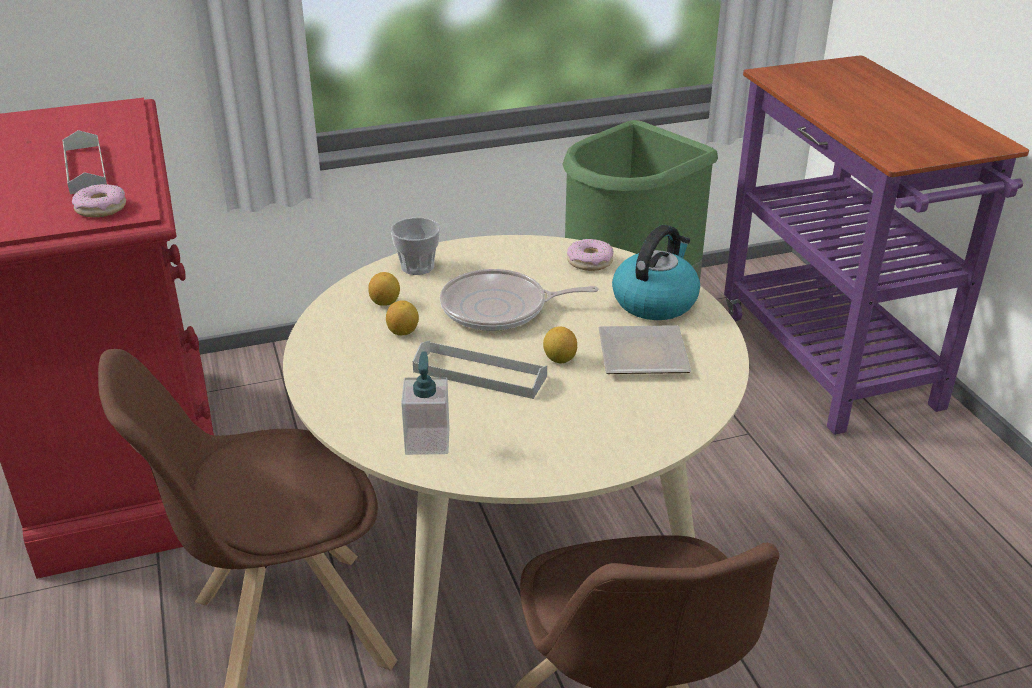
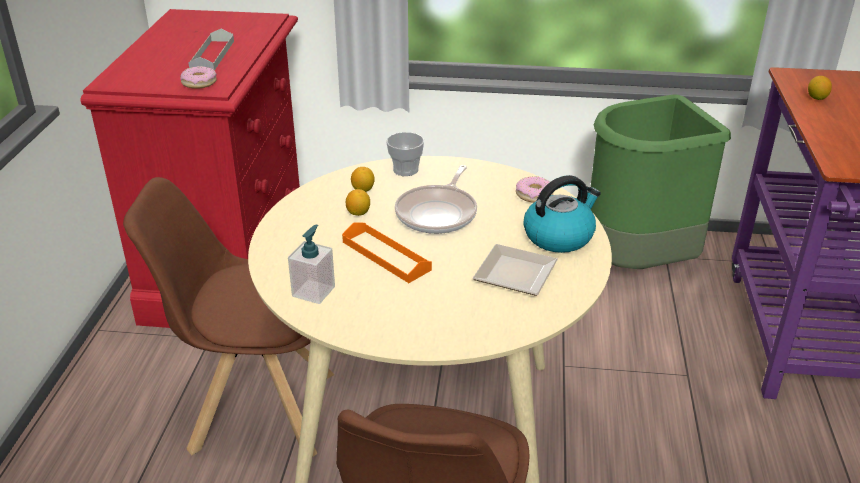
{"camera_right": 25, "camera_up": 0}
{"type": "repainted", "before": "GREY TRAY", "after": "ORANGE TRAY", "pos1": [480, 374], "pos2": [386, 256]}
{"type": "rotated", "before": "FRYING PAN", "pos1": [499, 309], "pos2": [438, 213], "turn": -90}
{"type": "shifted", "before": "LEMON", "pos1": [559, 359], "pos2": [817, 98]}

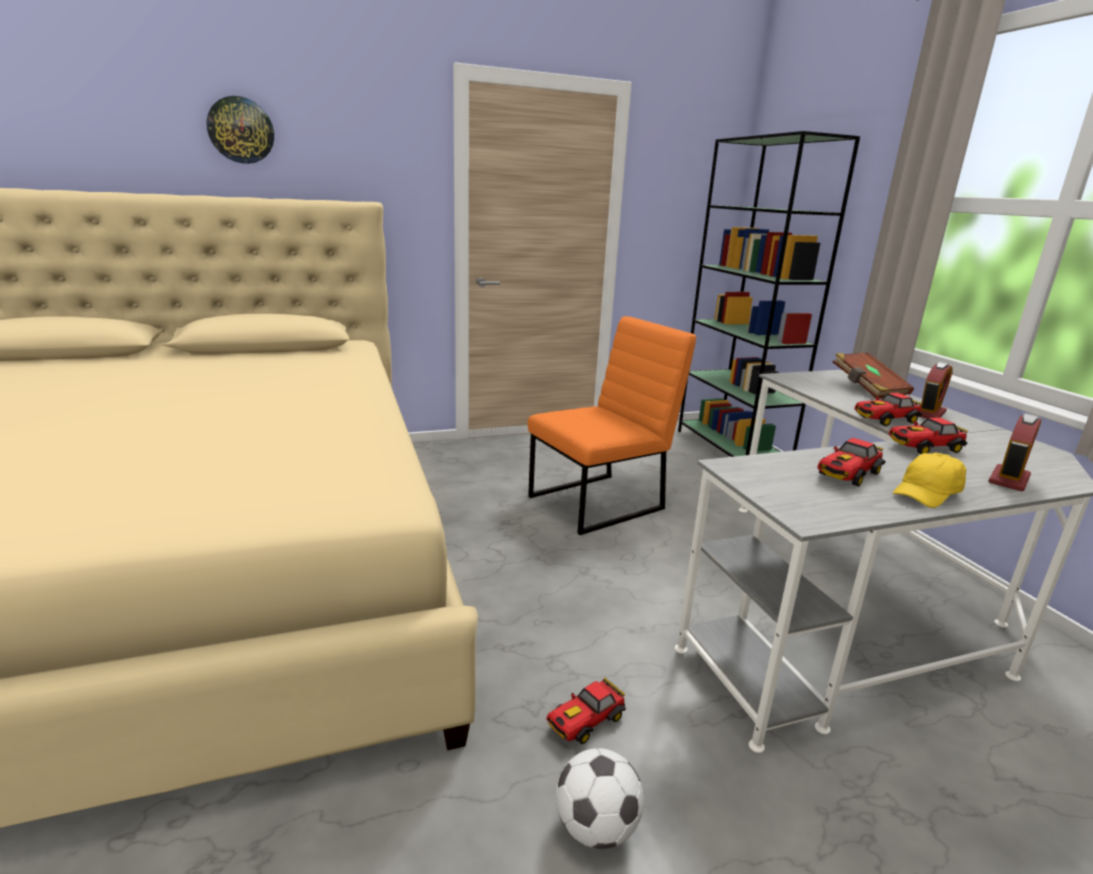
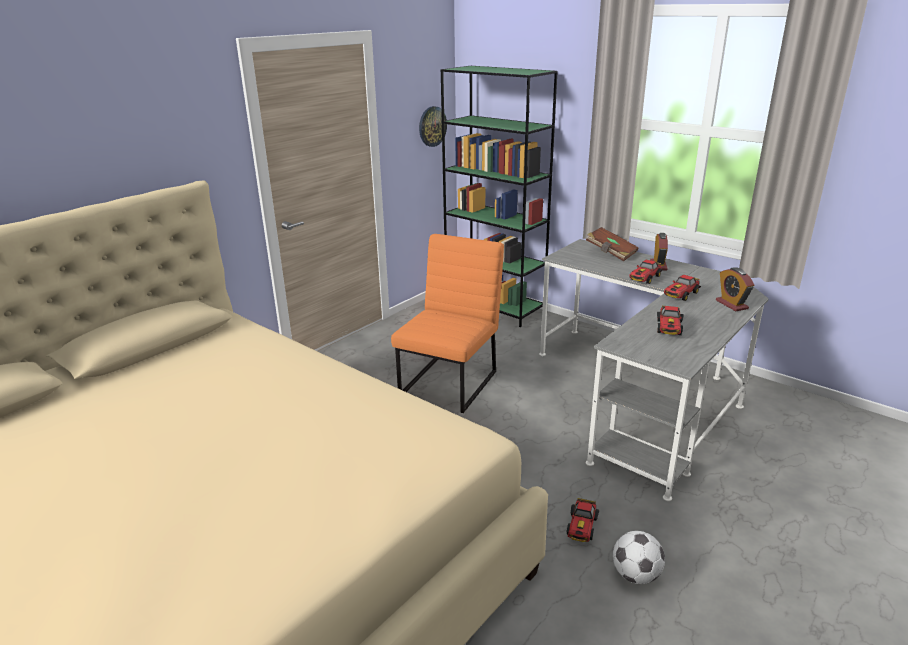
{"camera_right": -30, "camera_up": 5}
{"type": "shifted", "before": "WALL CLOCK", "pos1": [241, 130], "pos2": [432, 126]}
{"type": "rotated", "before": "ALARM CLOCK", "pos1": [1009, 479], "pos2": [731, 304], "turn": 150}
{"type": "gone", "before": "YELLOW CAP", "pos1": [927, 493]}

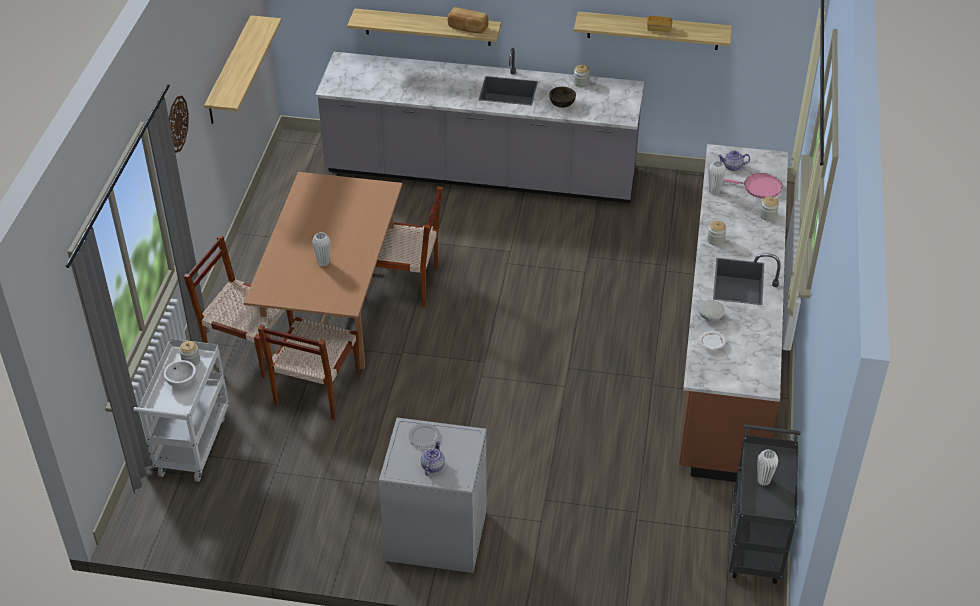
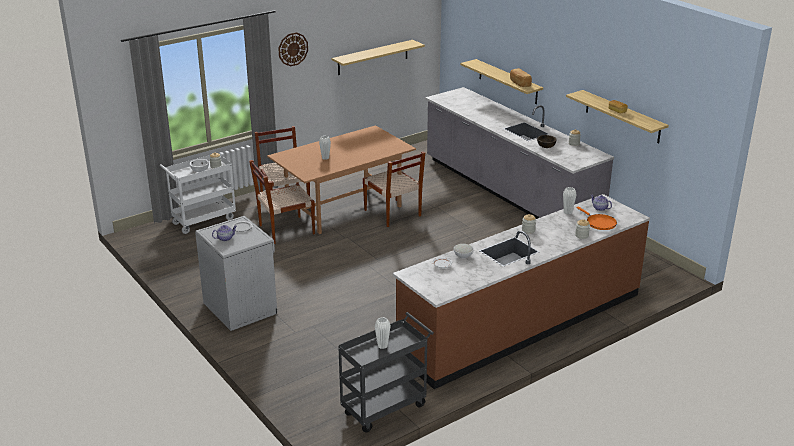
{"camera_right": 45, "camera_up": -15}
{"type": "repainted", "before": "PINK FRYING PAN", "after": "ORANGE FRYING PAN", "pos1": [759, 188], "pos2": [599, 223]}

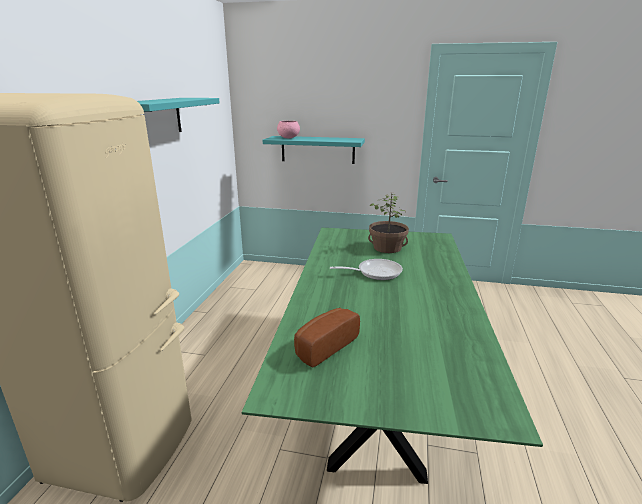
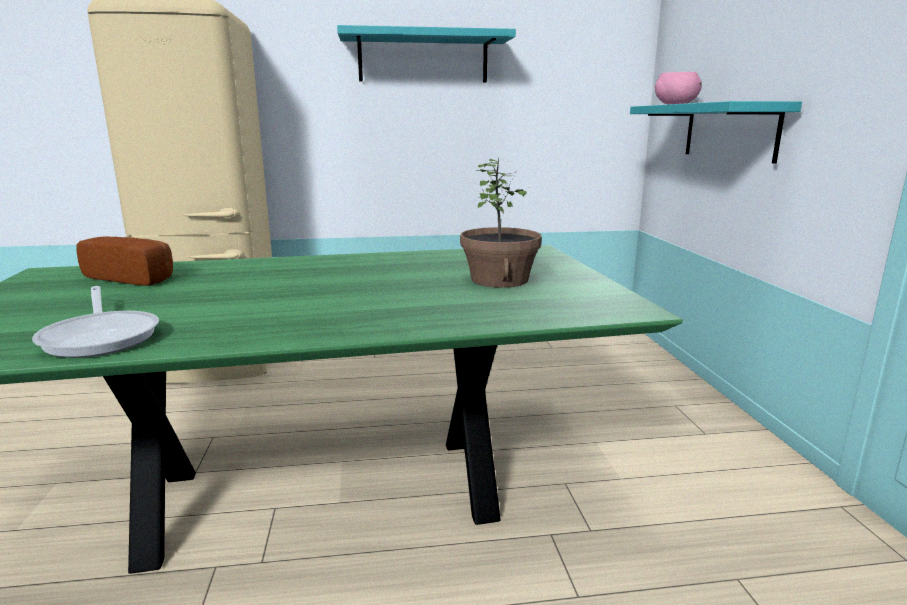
{"camera_right": 70, "camera_up": -5}
{"type": "shifted", "before": "FRYING PAN", "pos1": [375, 272], "pos2": [102, 337]}

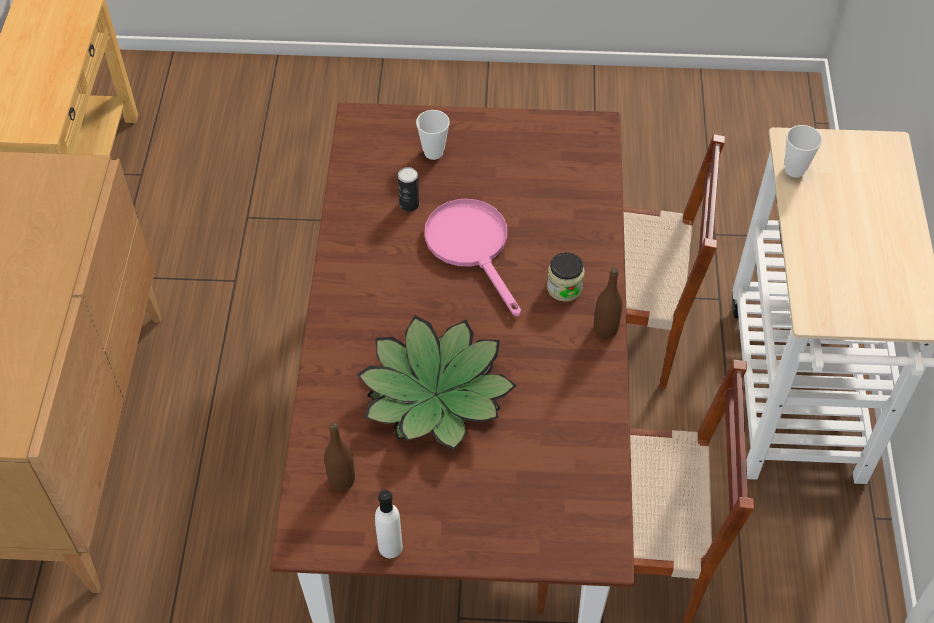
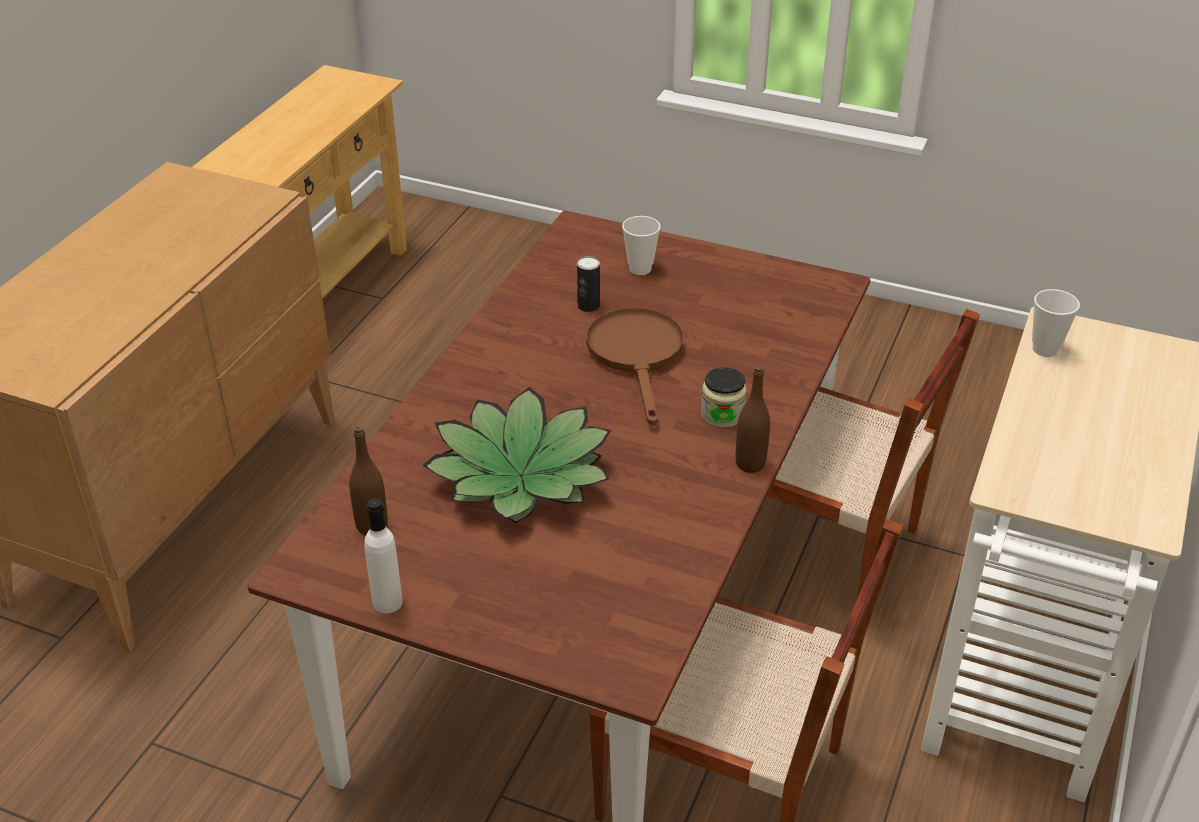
{"camera_right": 20, "camera_up": -15}
{"type": "repainted", "before": "PINK FRYING PAN", "after": "BROWN FRYING PAN", "pos1": [472, 246], "pos2": [637, 356]}

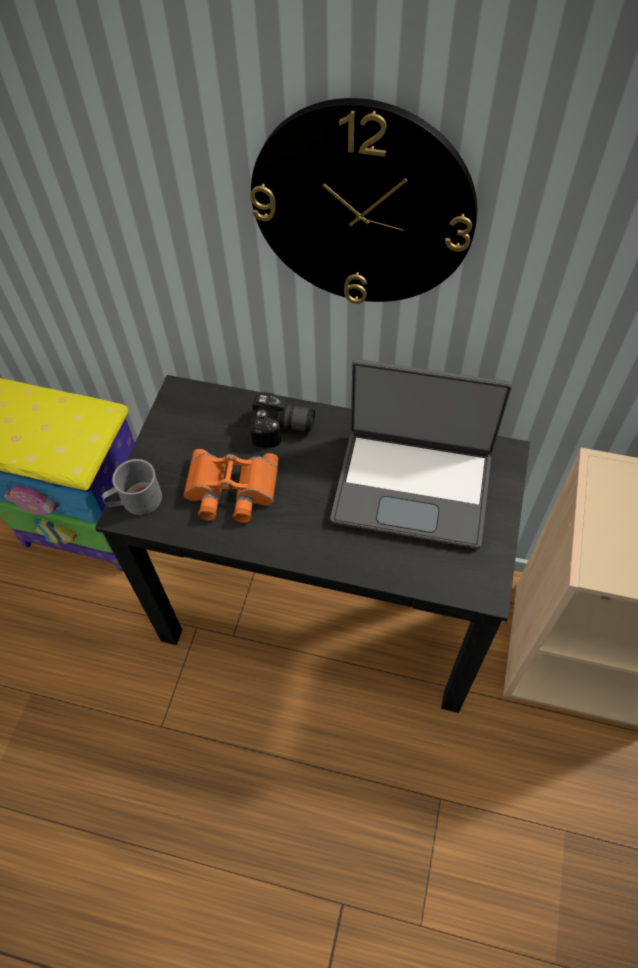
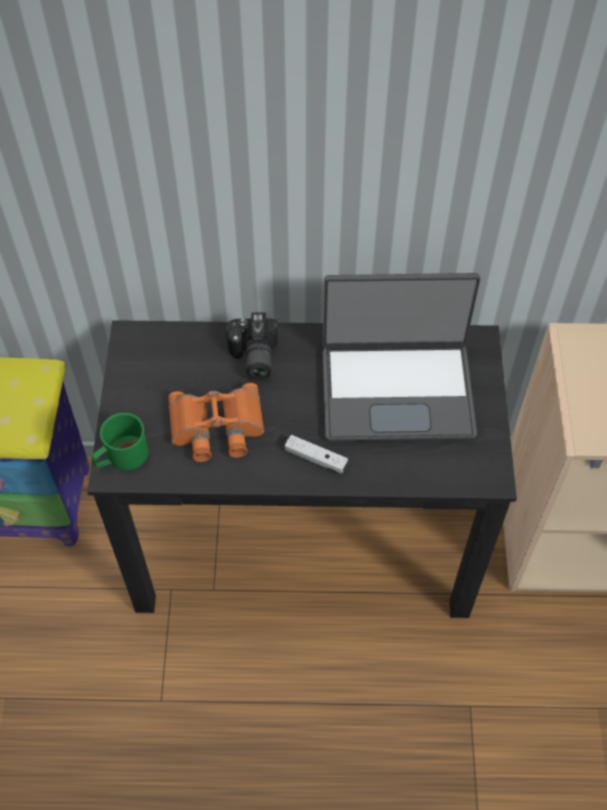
{"camera_right": -15, "camera_up": 0}
{"type": "repainted", "before": "GREY MUG", "after": "GREEN MUG", "pos1": [135, 501], "pos2": [121, 457]}
{"type": "rotated", "before": "PHOTO CAMERA", "pos1": [283, 430], "pos2": [252, 357], "turn": 90}
{"type": "new", "after": "WHITE GAME CONTROLLER", "pos2": [316, 458]}
{"type": "gone", "before": "WALL CLOCK", "pos1": [362, 208]}

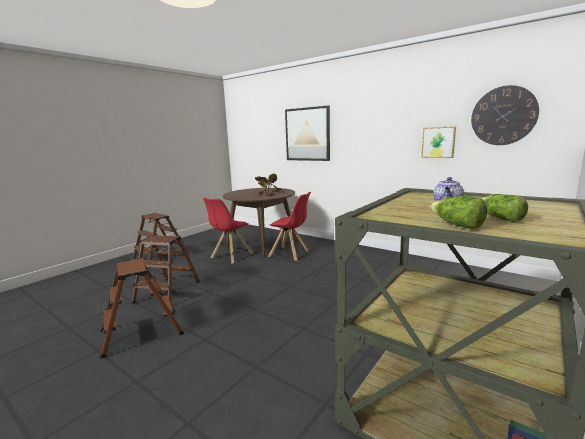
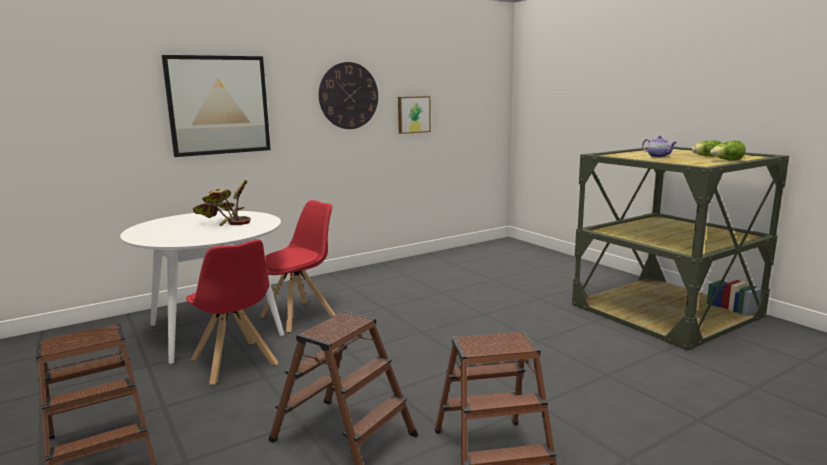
{"camera_right": -70, "camera_up": 0}
{"type": "repainted", "before": "BROWN DINING TABLE", "after": "WHITE DINING TABLE", "pos1": [262, 244], "pos2": [215, 330]}
{"type": "shifted", "before": "WALL CLOCK", "pos1": [503, 116], "pos2": [348, 96]}

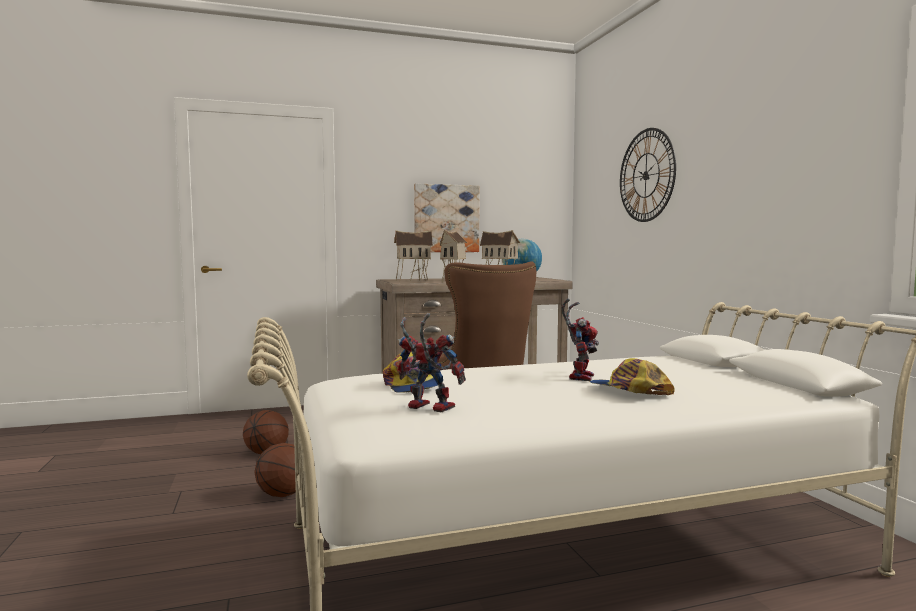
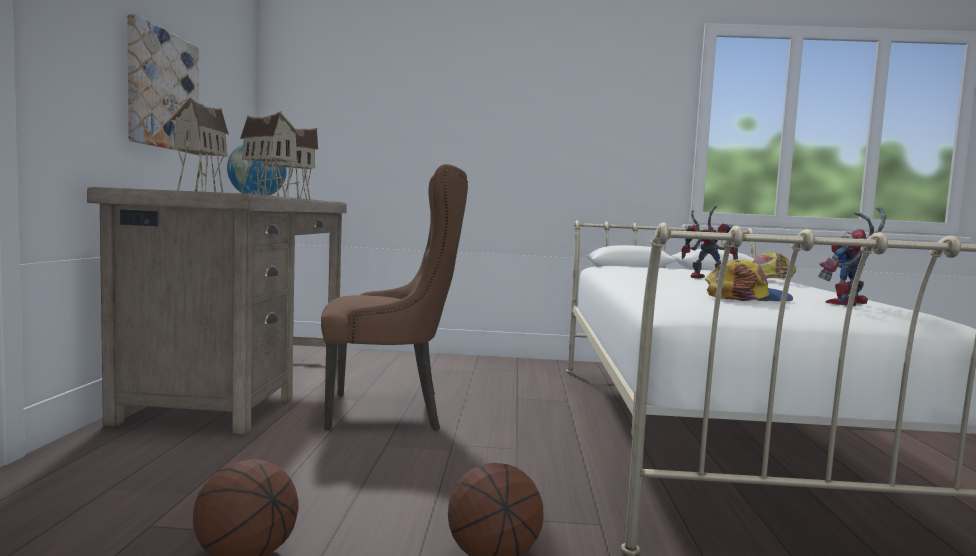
{"camera_right": -70, "camera_up": 0}
{"type": "gone", "before": "WALL CLOCK", "pos1": [646, 175]}

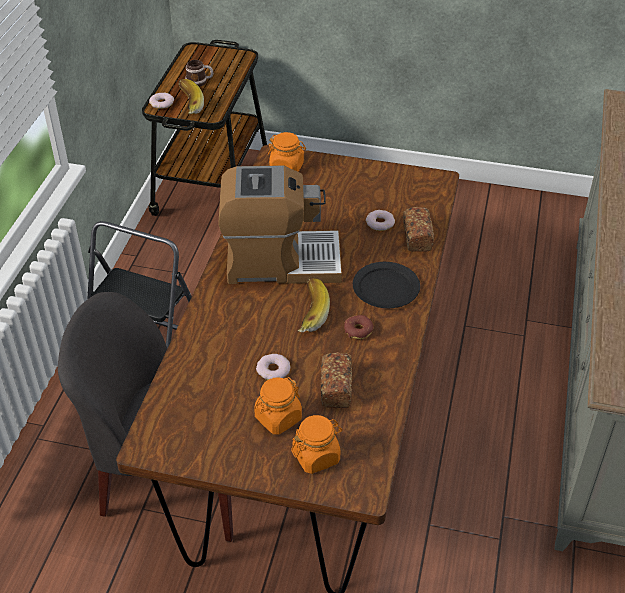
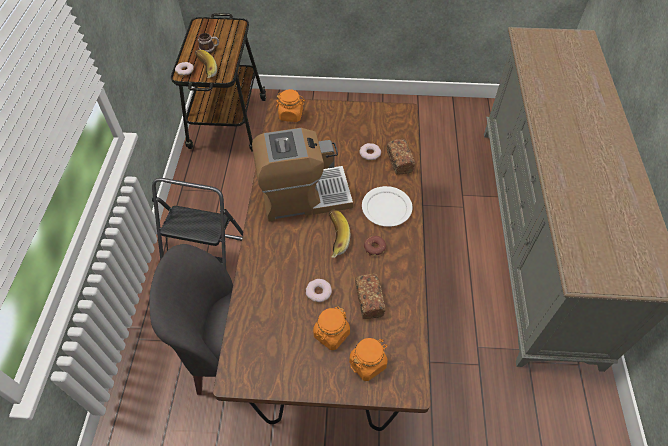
{"camera_right": -10, "camera_up": 10}
{"type": "repainted", "before": "BLACK PLATE", "after": "WHITE PLATE", "pos1": [385, 287], "pos2": [386, 208]}

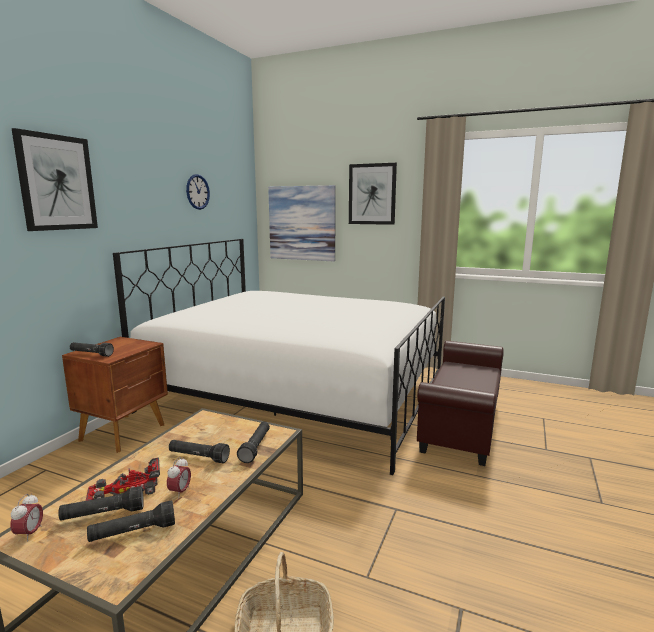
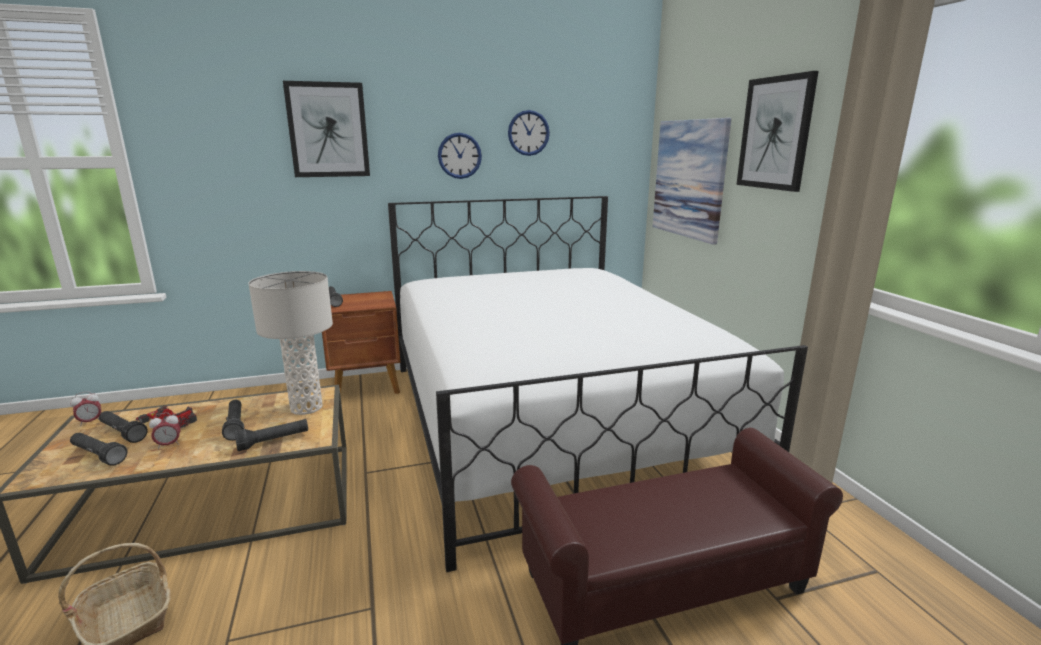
{"camera_right": 50, "camera_up": 5}
{"type": "new", "after": "WHITE TABLE LAMP", "pos2": [307, 407]}
{"type": "new", "after": "WALL CLOCK", "pos2": [459, 156]}

